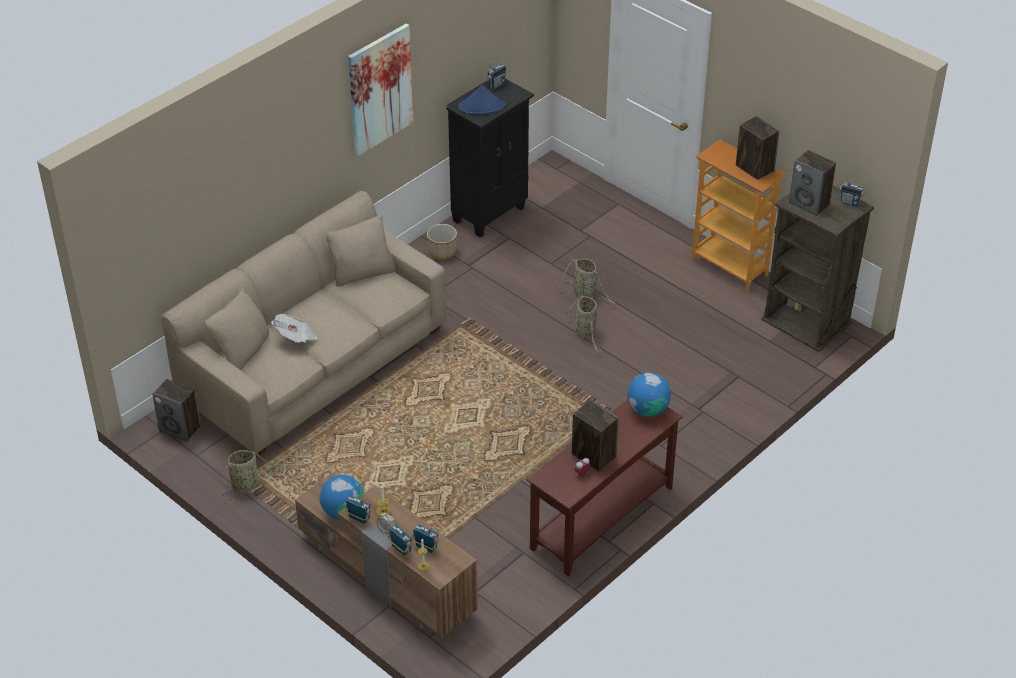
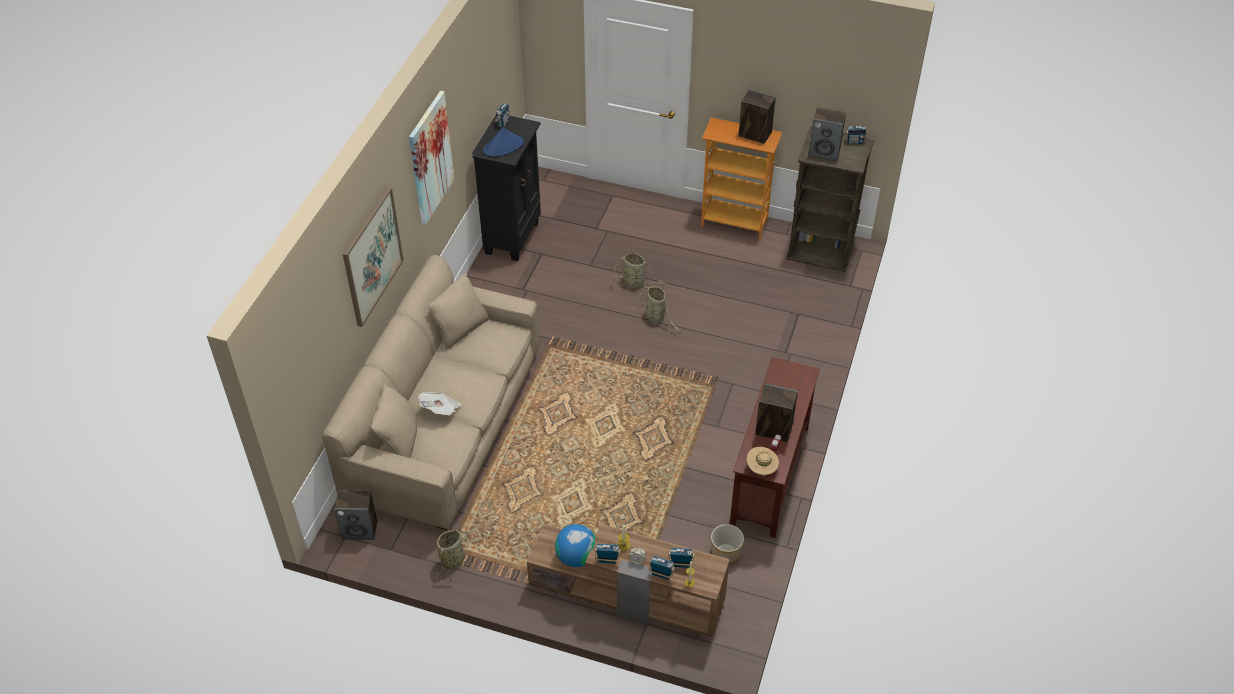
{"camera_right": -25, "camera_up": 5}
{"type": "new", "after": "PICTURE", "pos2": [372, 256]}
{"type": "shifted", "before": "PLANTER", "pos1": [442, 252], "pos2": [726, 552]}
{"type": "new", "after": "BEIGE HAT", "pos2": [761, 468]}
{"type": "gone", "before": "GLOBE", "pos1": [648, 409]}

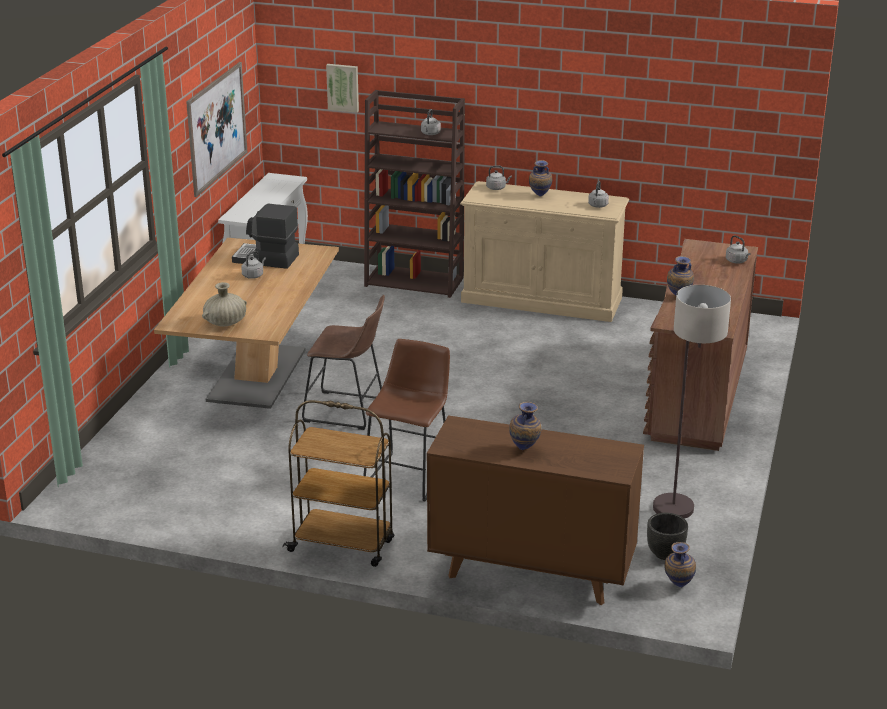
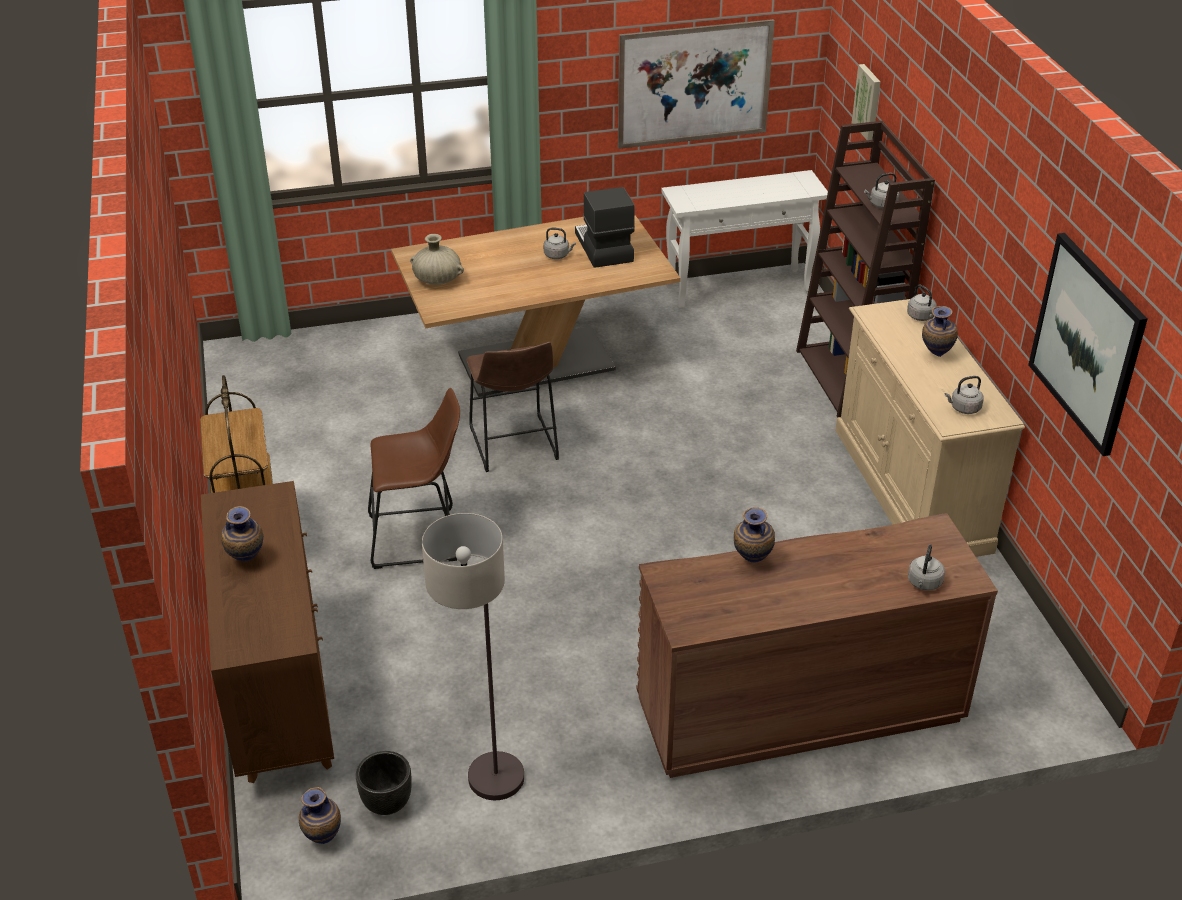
{"camera_right": 60, "camera_up": 10}
{"type": "new", "after": "PICTURE", "pos2": [1087, 343]}

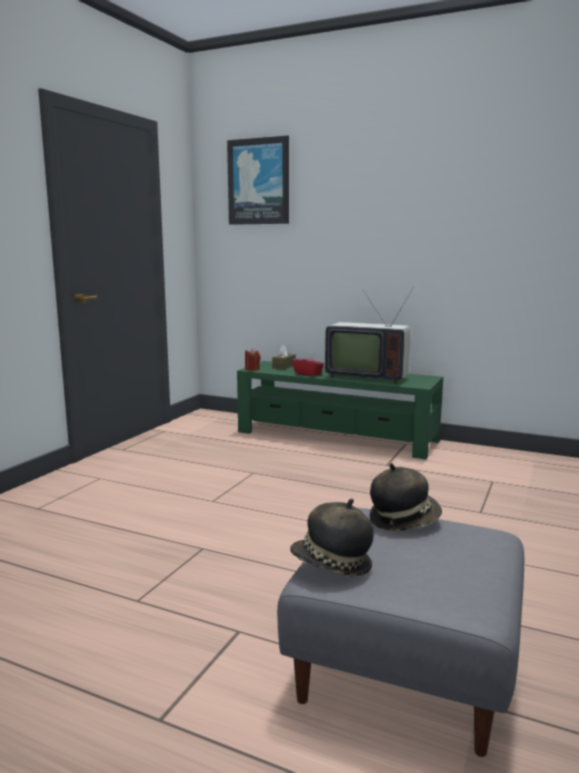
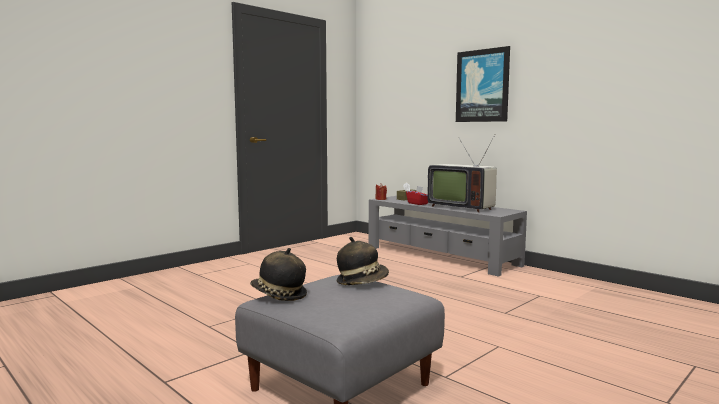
{"camera_right": 20, "camera_up": -5}
{"type": "repainted", "before": "GREEN TV STAND", "after": "GREY TV STAND", "pos1": [337, 436], "pos2": [441, 256]}
{"type": "shifted", "before": "PICTURE", "pos1": [259, 182], "pos2": [482, 86]}

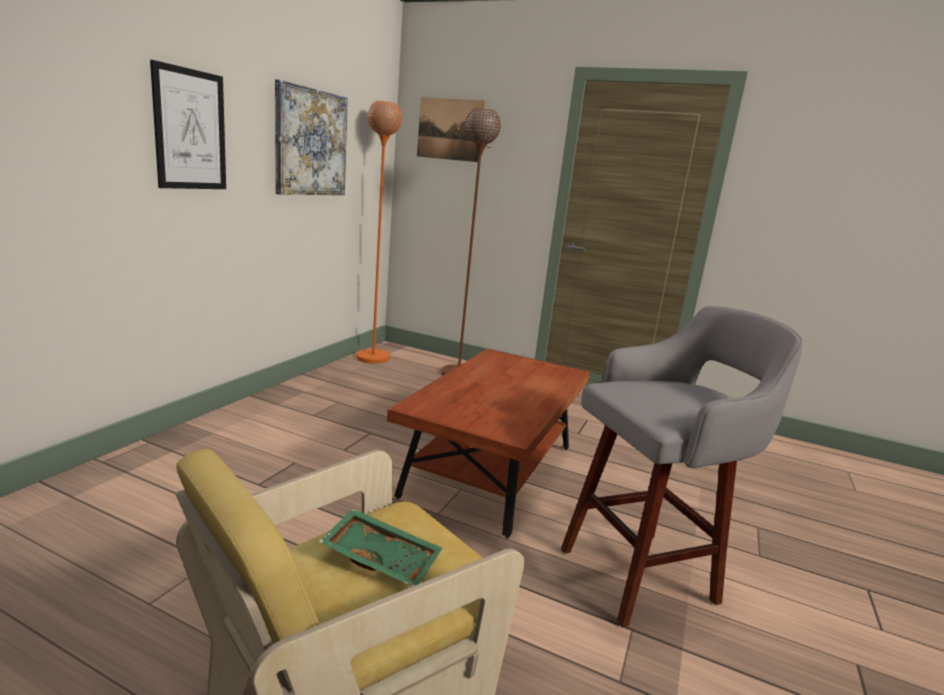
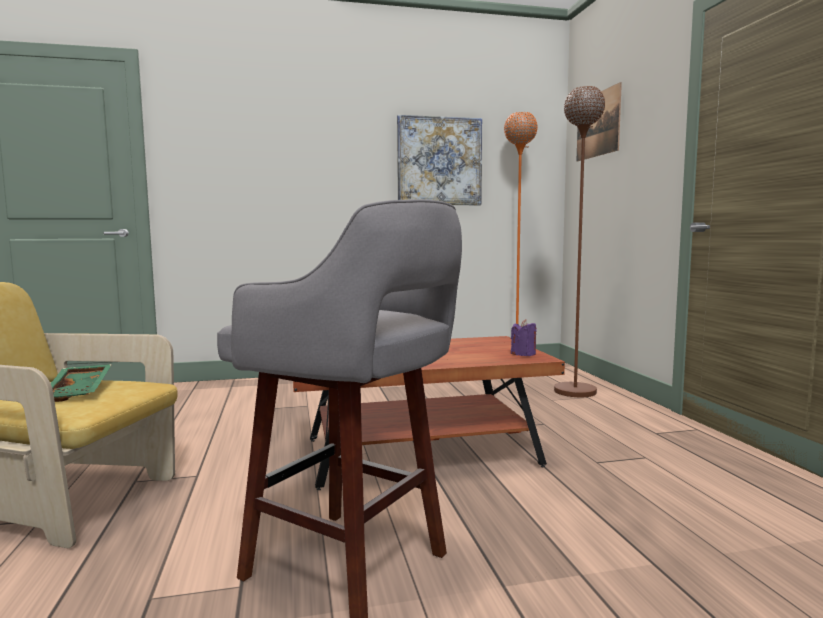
{"camera_right": 55, "camera_up": -10}
{"type": "new", "after": "PURPLE CANDLE", "pos2": [523, 354]}
{"type": "gone", "before": "PICTURE", "pos1": [190, 130]}

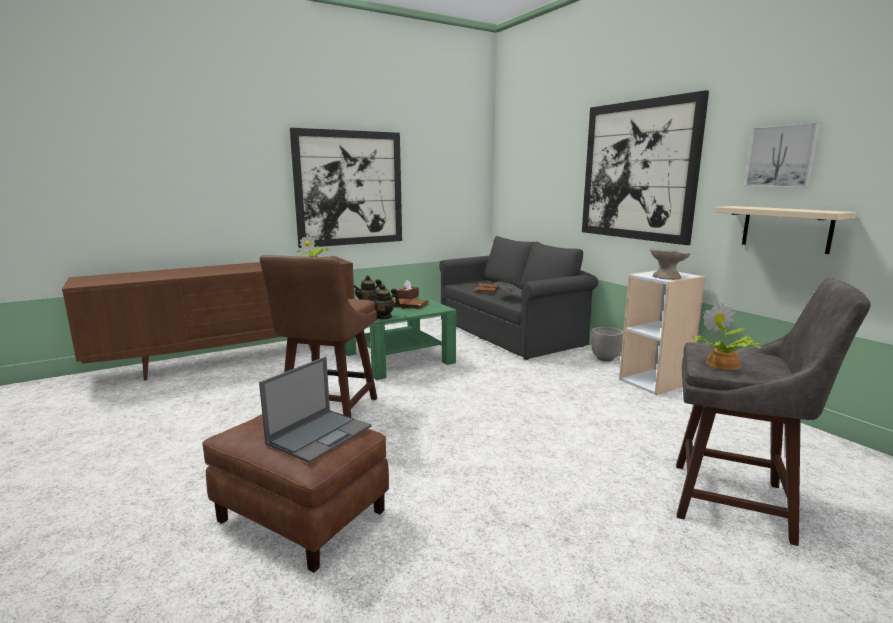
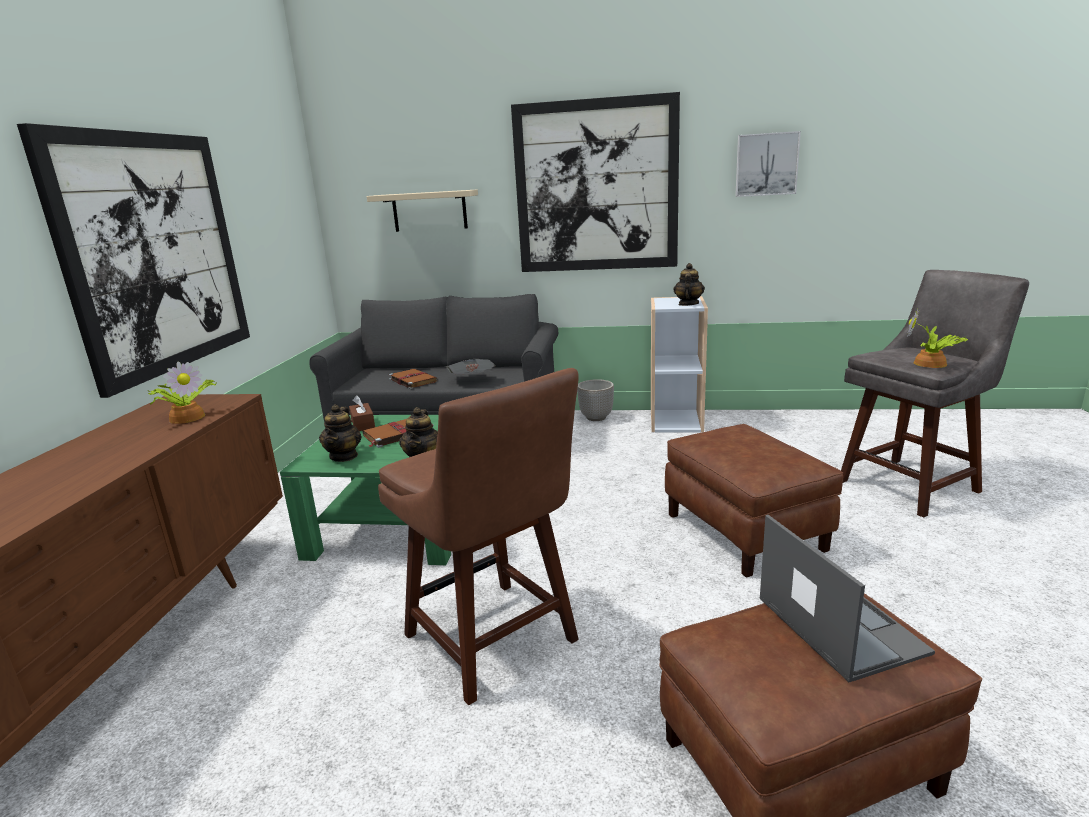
{"camera_right": -50, "camera_up": 5}
{"type": "shifted", "before": "BEIGE SHELF", "pos1": [786, 229], "pos2": [429, 211]}
{"type": "new", "after": "BROWN OTTOMAN", "pos2": [745, 531]}
{"type": "swapped", "before": "BEIGE BOWL", "after": "TEAPOT", "pos1": [666, 277], "pos2": [688, 304]}

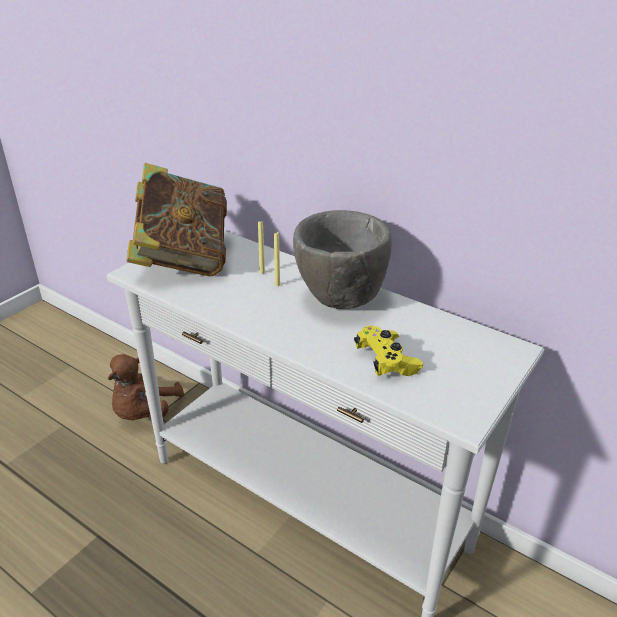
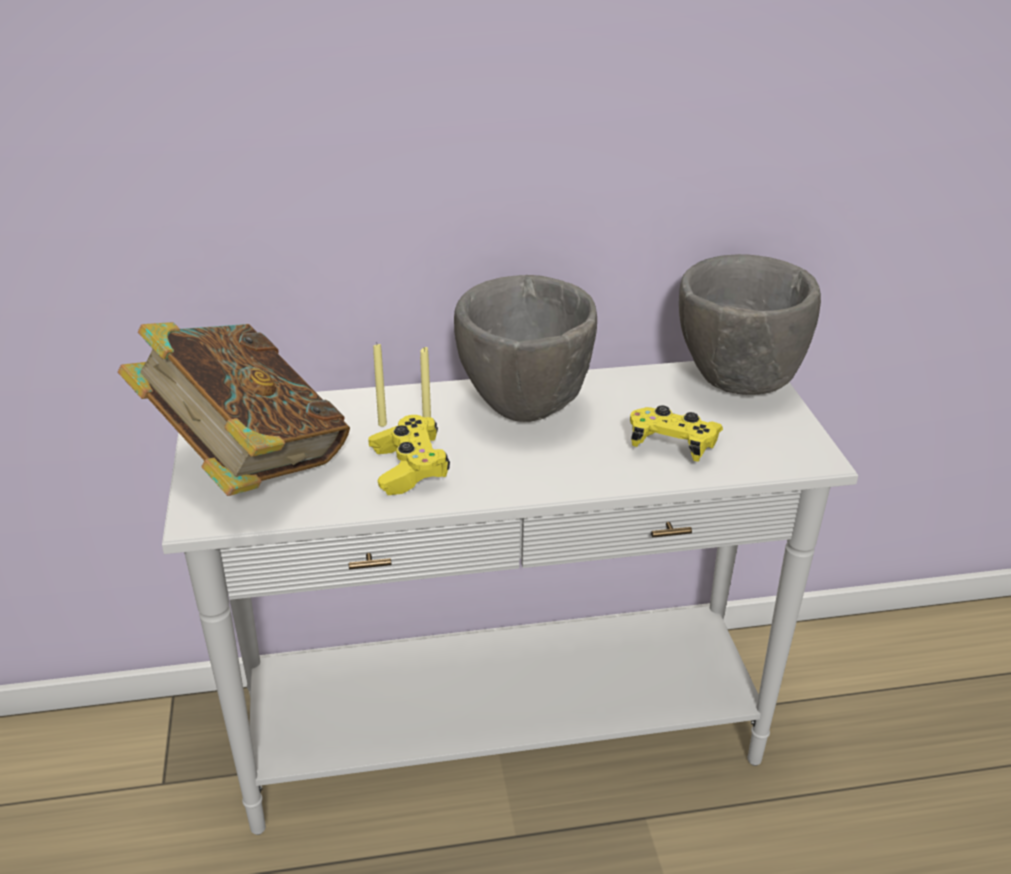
{"camera_right": -45, "camera_up": 0}
{"type": "new", "after": "YELLOW GAME CONTROLLER", "pos2": [409, 468]}
{"type": "new", "after": "GREY BOWL", "pos2": [736, 382]}
{"type": "gone", "before": "BROWN PLUSH TOY", "pos1": [143, 412]}

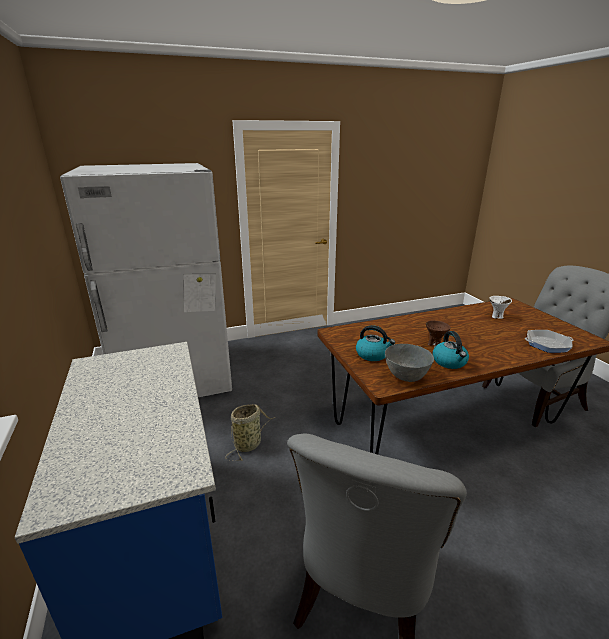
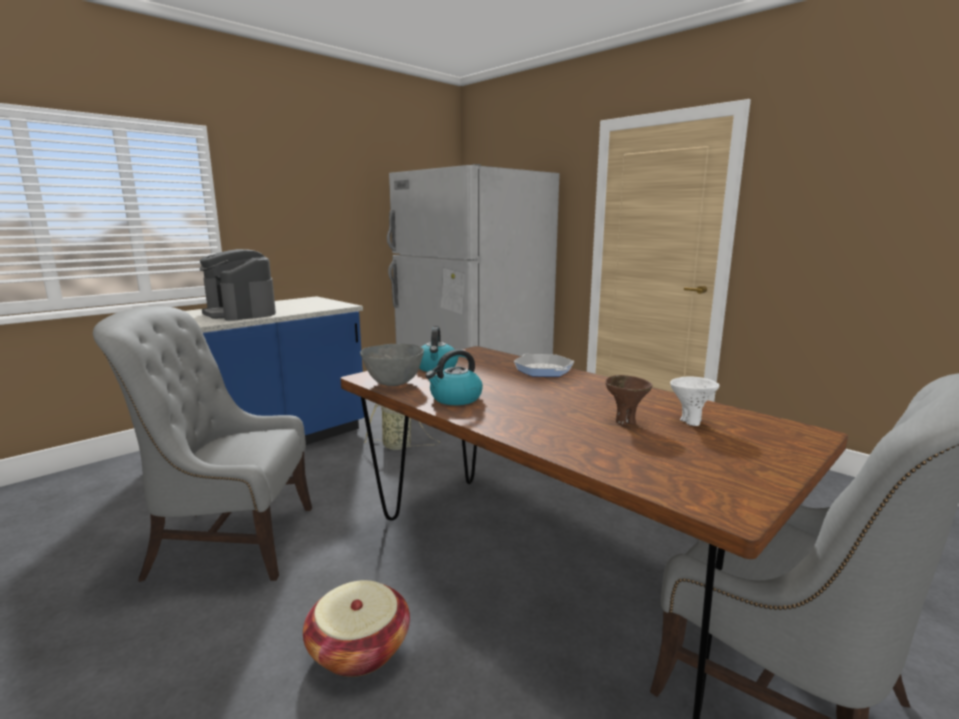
{"camera_right": 65, "camera_up": -10}
{"type": "new", "after": "COFFEE MACHINE", "pos2": [241, 313]}
{"type": "new", "after": "BASKET", "pos2": [359, 649]}
{"type": "shifted", "before": "FRYING PAN", "pos1": [547, 344], "pos2": [543, 370]}
{"type": "shifted", "before": "BROWN BOWL", "pos1": [434, 345], "pos2": [625, 421]}

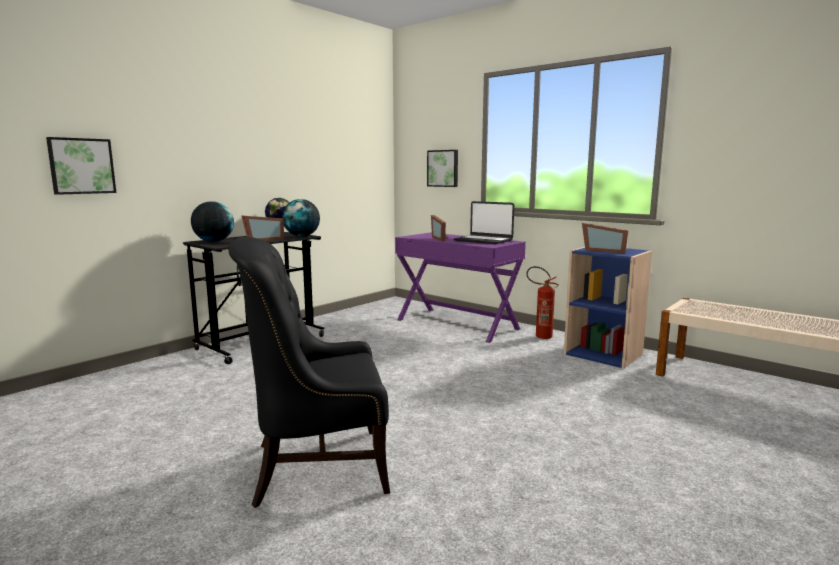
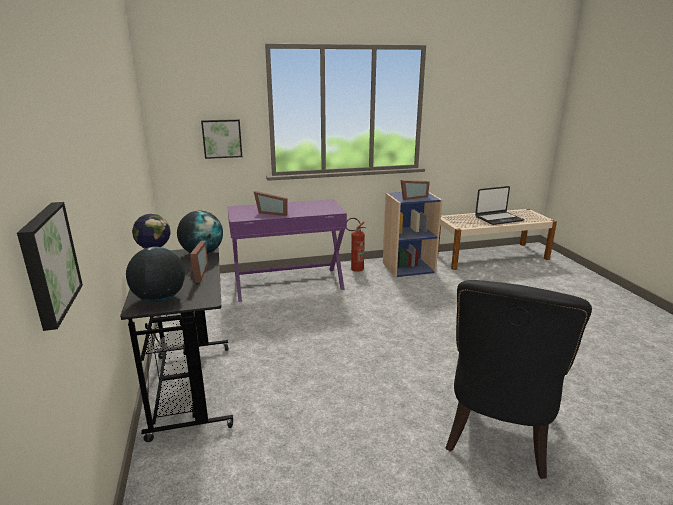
{"camera_right": -55, "camera_up": 10}
{"type": "shifted", "before": "LAPTOP", "pos1": [483, 240], "pos2": [498, 219]}

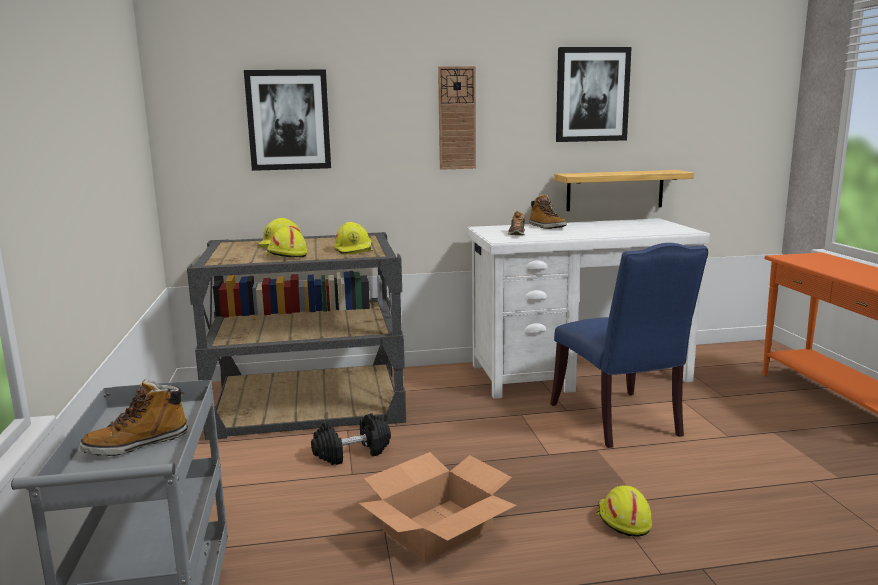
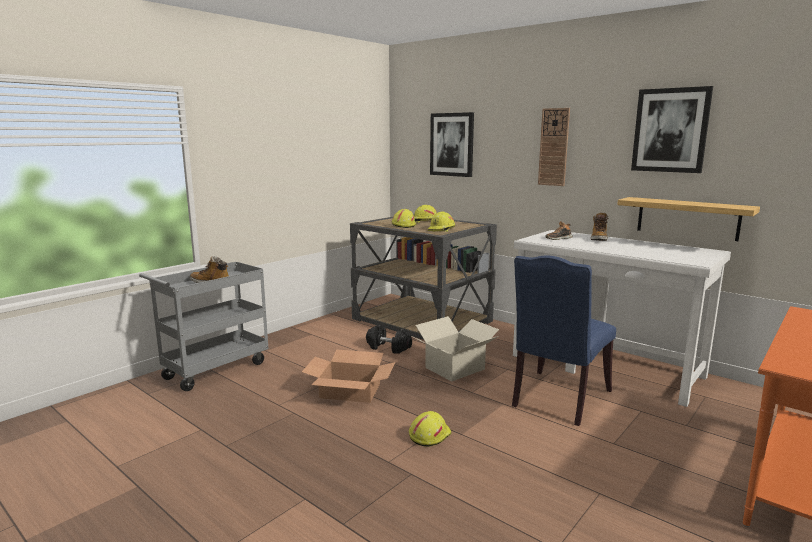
{"camera_right": 50, "camera_up": 0}
{"type": "new", "after": "CARDBOARD BOX", "pos2": [455, 368]}

